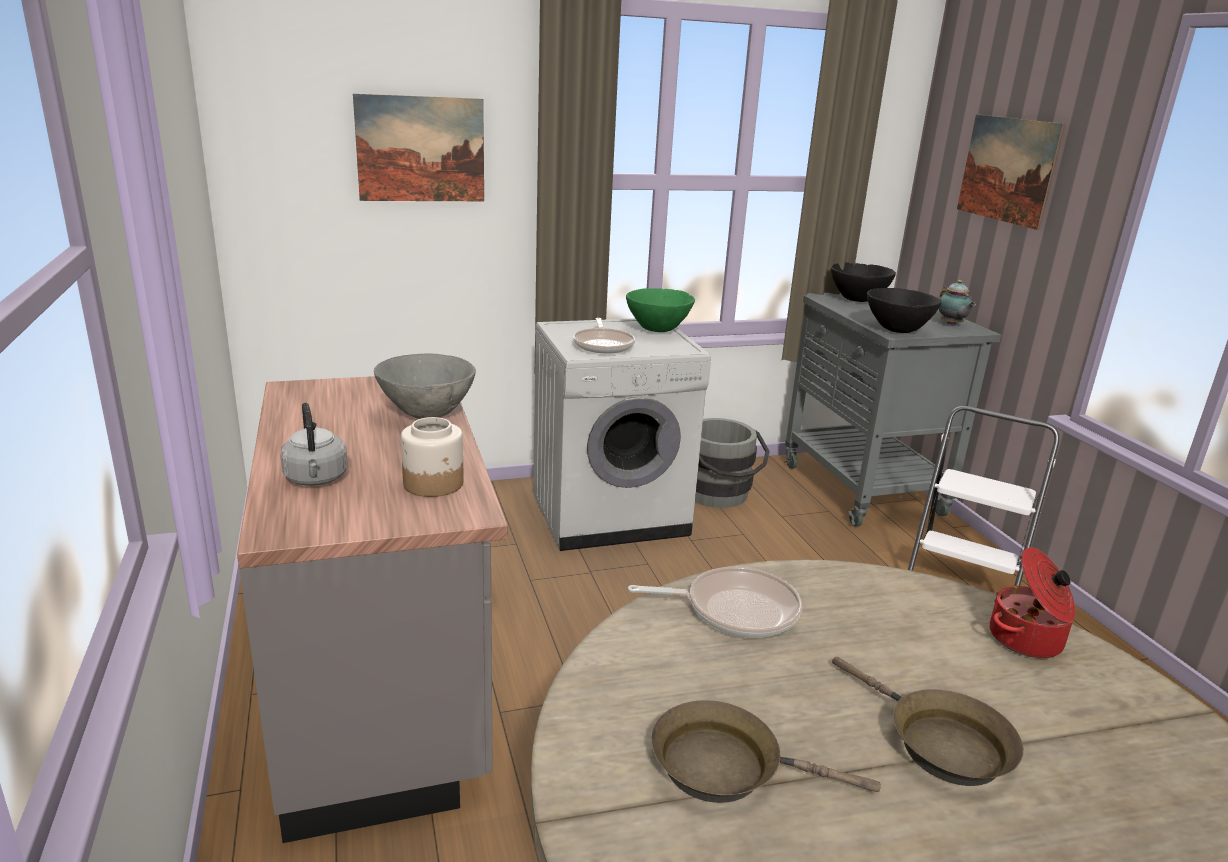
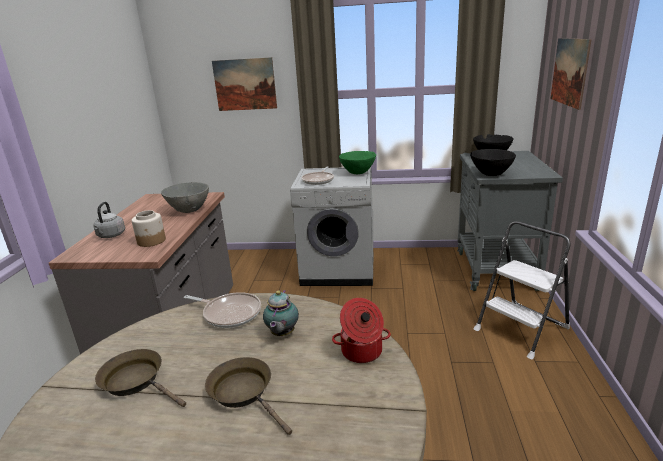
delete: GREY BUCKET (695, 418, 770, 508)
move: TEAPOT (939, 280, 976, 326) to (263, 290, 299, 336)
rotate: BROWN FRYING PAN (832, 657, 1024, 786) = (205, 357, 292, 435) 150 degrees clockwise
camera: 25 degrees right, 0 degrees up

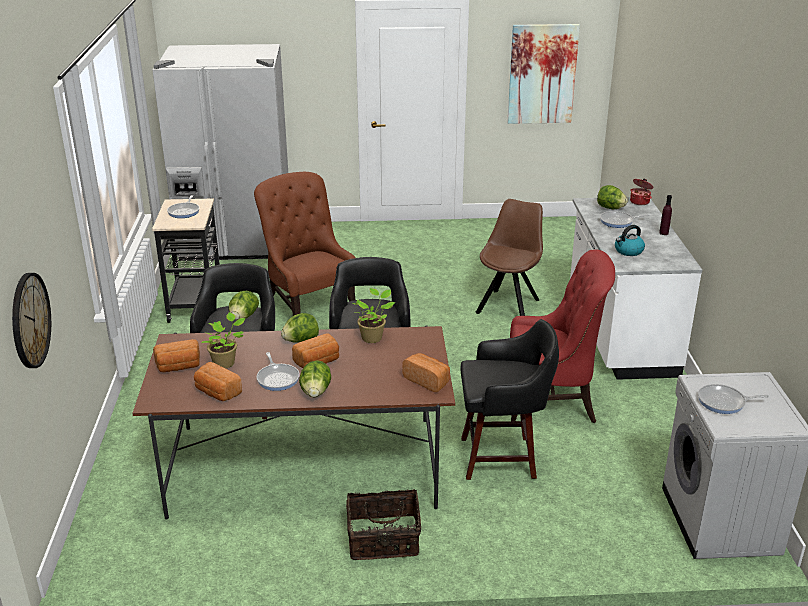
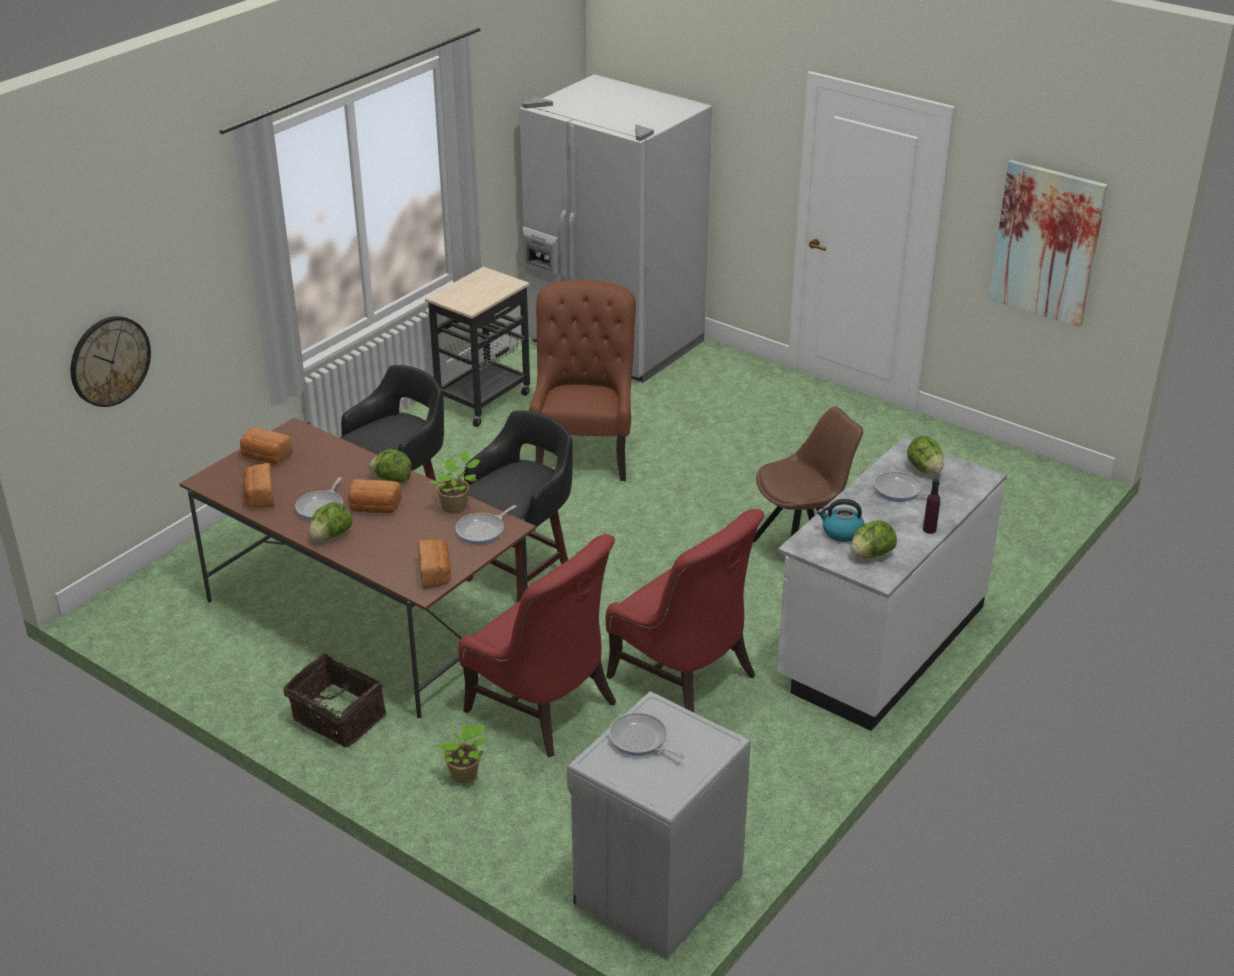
delete: COOKING POT (630, 179, 654, 205)
move: POTTED PLANT (201, 312, 246, 368) to (435, 723, 488, 784); FRYING PAN (167, 195, 199, 218) to (456, 505, 517, 545); LETTUCE (229, 291, 259, 320) to (851, 520, 897, 558)
replace: BLACK STOOL (461, 319, 559, 480) to RED CHAIR (458, 534, 616, 758)
camera: 40 degrees right, 5 degrees up

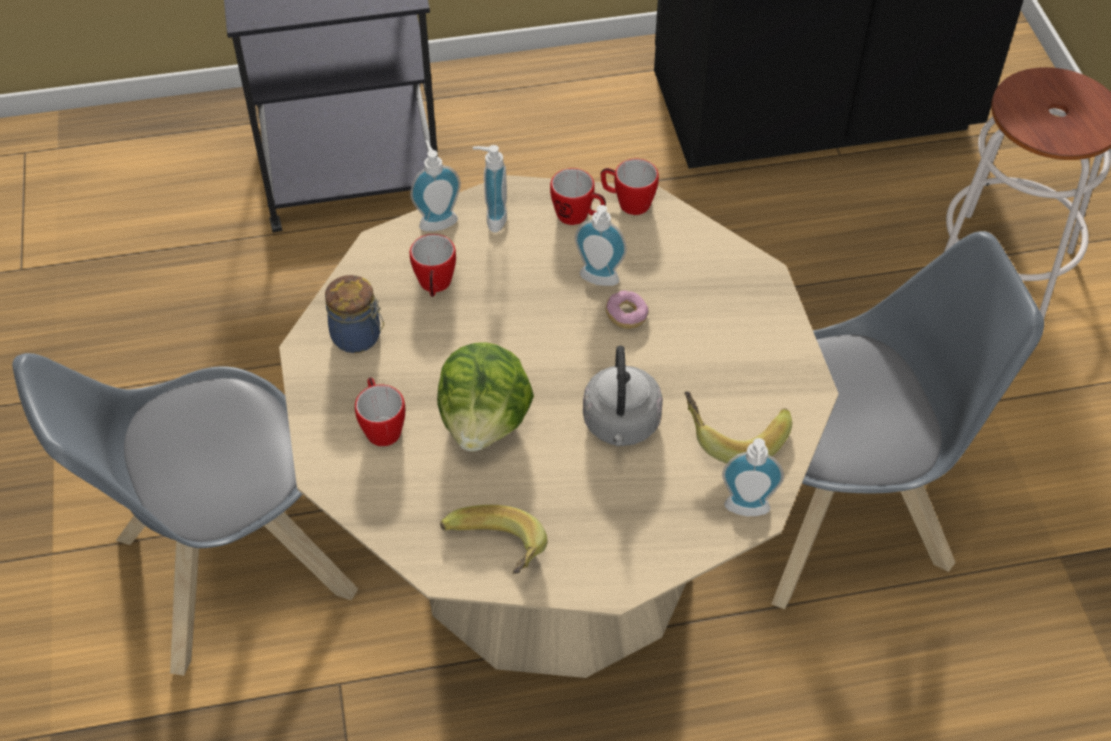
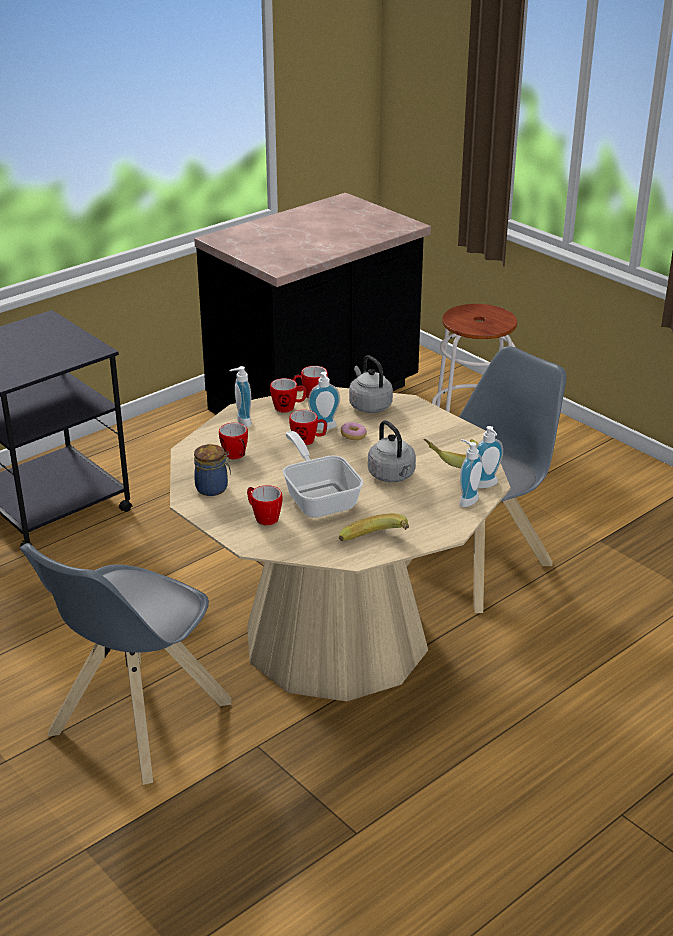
insert: MUG (289, 410, 327, 446); GREY KETTLE (349, 355, 393, 413)
move: SOAP DISPENSER (410, 140, 461, 231) to (459, 439, 482, 507)
replace: LETTUCE (437, 342, 534, 451) to FRYING PAN (282, 431, 364, 518)
camera: 30 degrees left, 20 degrees down

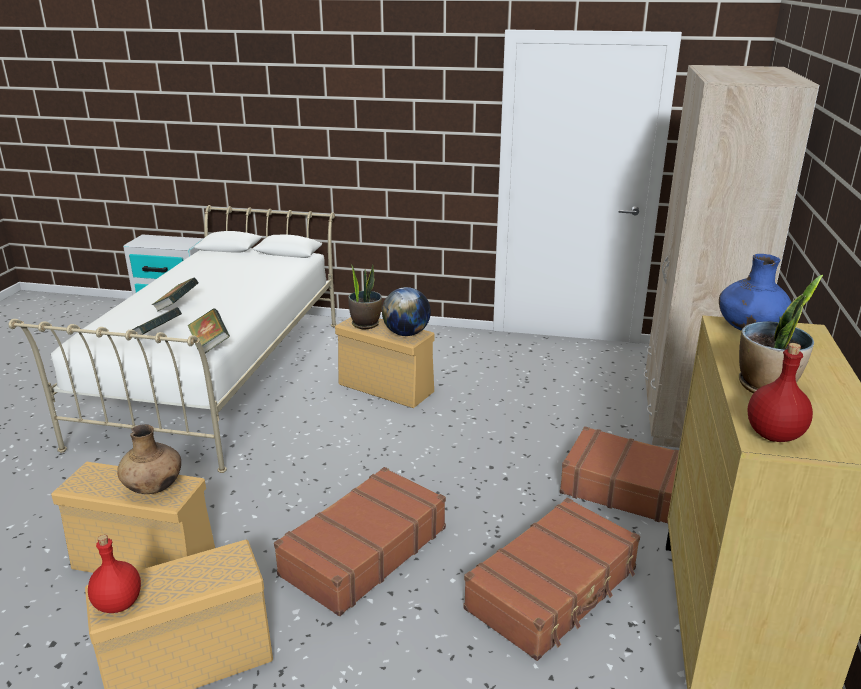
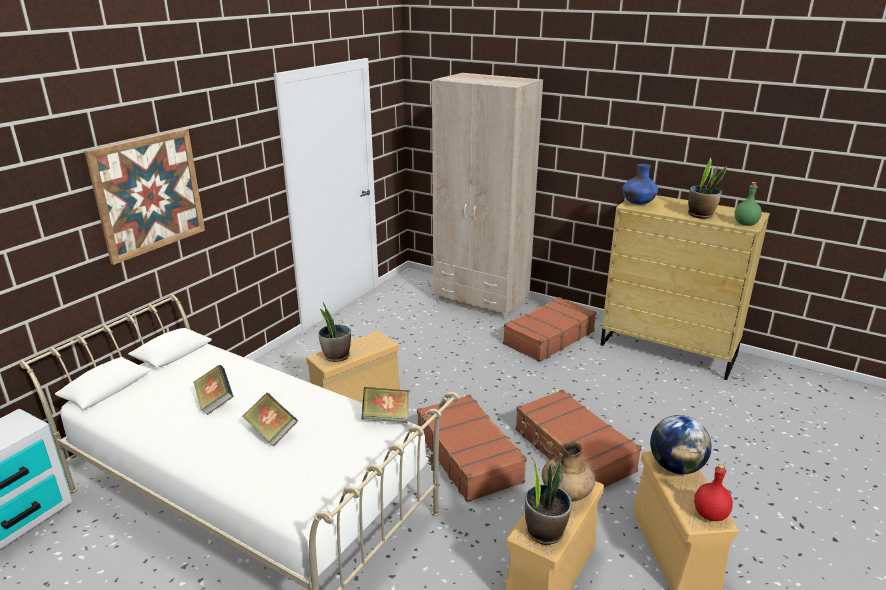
insert: PICTURE (84, 128, 205, 265); POTTED PLANT (525, 455, 572, 545)
move: BOOK (132, 307, 182, 339) to (194, 365, 233, 415); BROWN SUITCASE (463, 498, 640, 661) to (417, 394, 527, 503); GLOBE (382, 287, 431, 336) to (650, 415, 712, 474)
recolor: RED BOTTLE (747, 343, 813, 442) to GREEN BOTTLE (735, 182, 762, 226)
camera: 70 degrees left, 0 degrees up

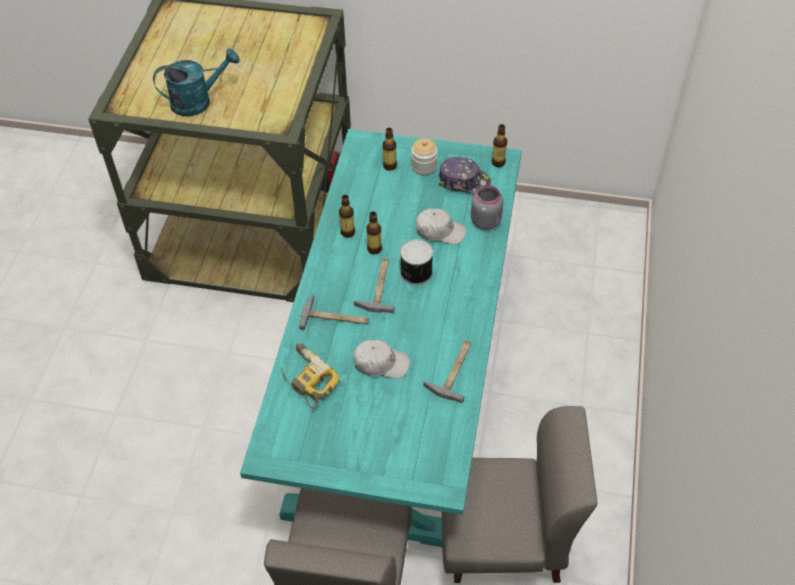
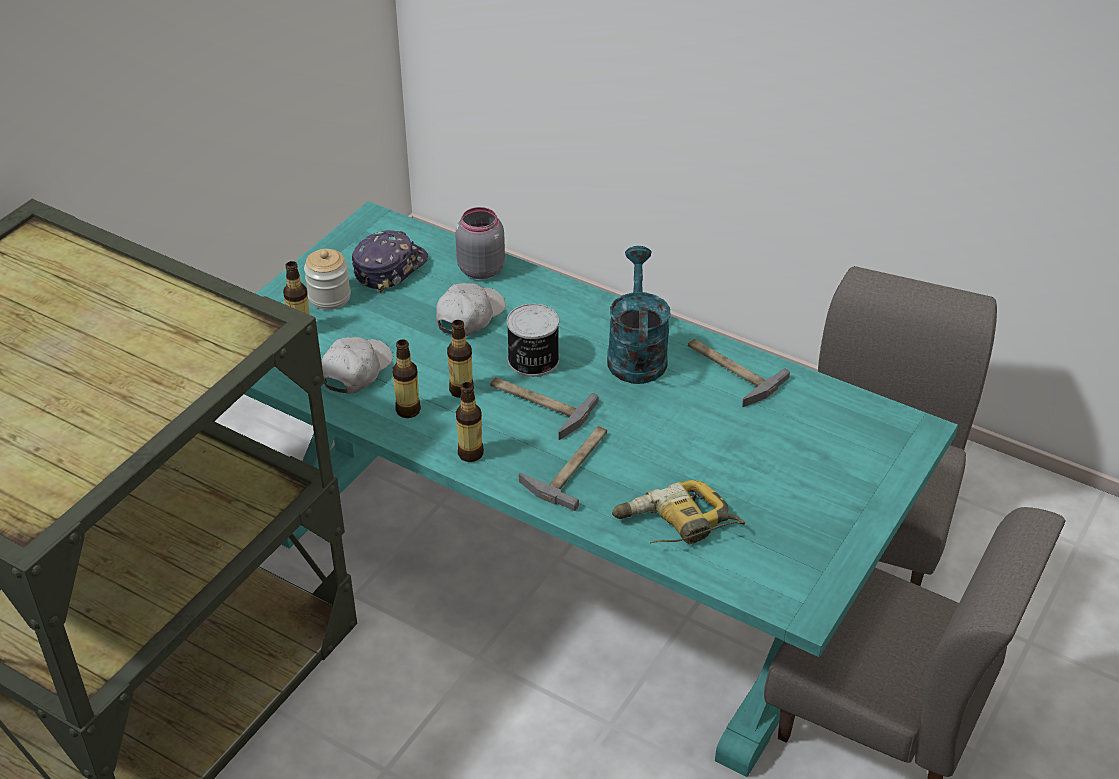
move: WHITE CAP (354, 340, 410, 379) to (321, 337, 393, 394); BOTTLE (492, 124, 507, 167) to (456, 382, 484, 462); TURQUOISE WATERING CAN (153, 48, 240, 116) to (607, 246, 671, 384)
camera: 70 degrees left, 10 degrees down

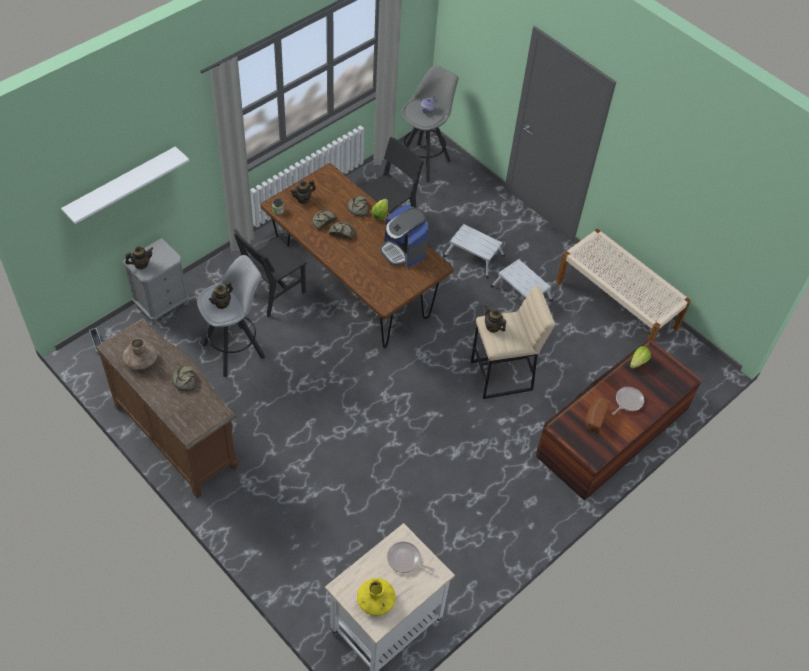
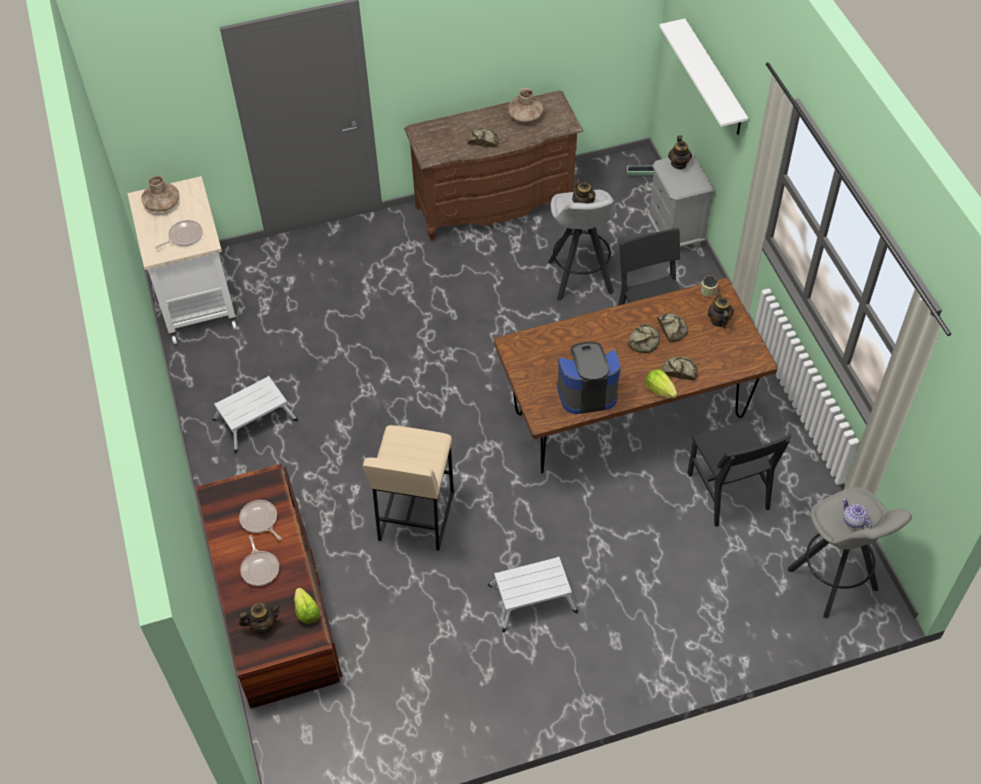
delete: BEIGE BENCH (556, 228, 691, 341)
move: WHITE STEP LADDER (443, 224, 505, 279) to (212, 376, 298, 454); TEAPOT (485, 306, 506, 333) to (239, 603, 280, 633)
replace: BREAD (586, 398, 611, 434) to FRYING PAN (239, 500, 282, 540)
recolor: YELLOW VASE (357, 578, 396, 616) to BROWN VASE (141, 175, 179, 212)
camera: 120 degrees right, 0 degrees up

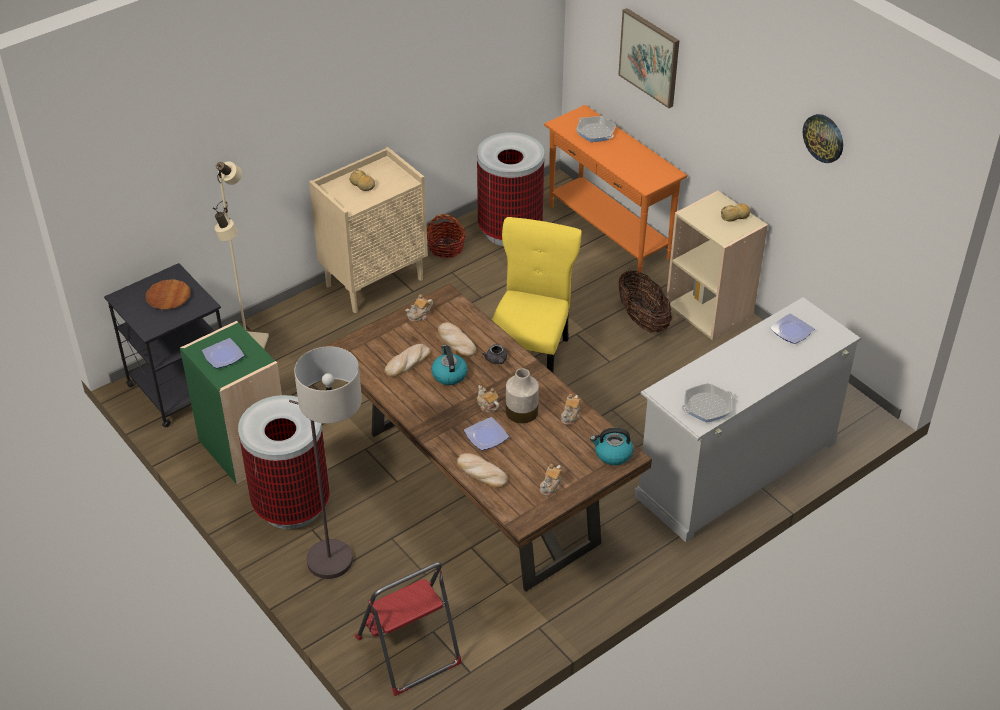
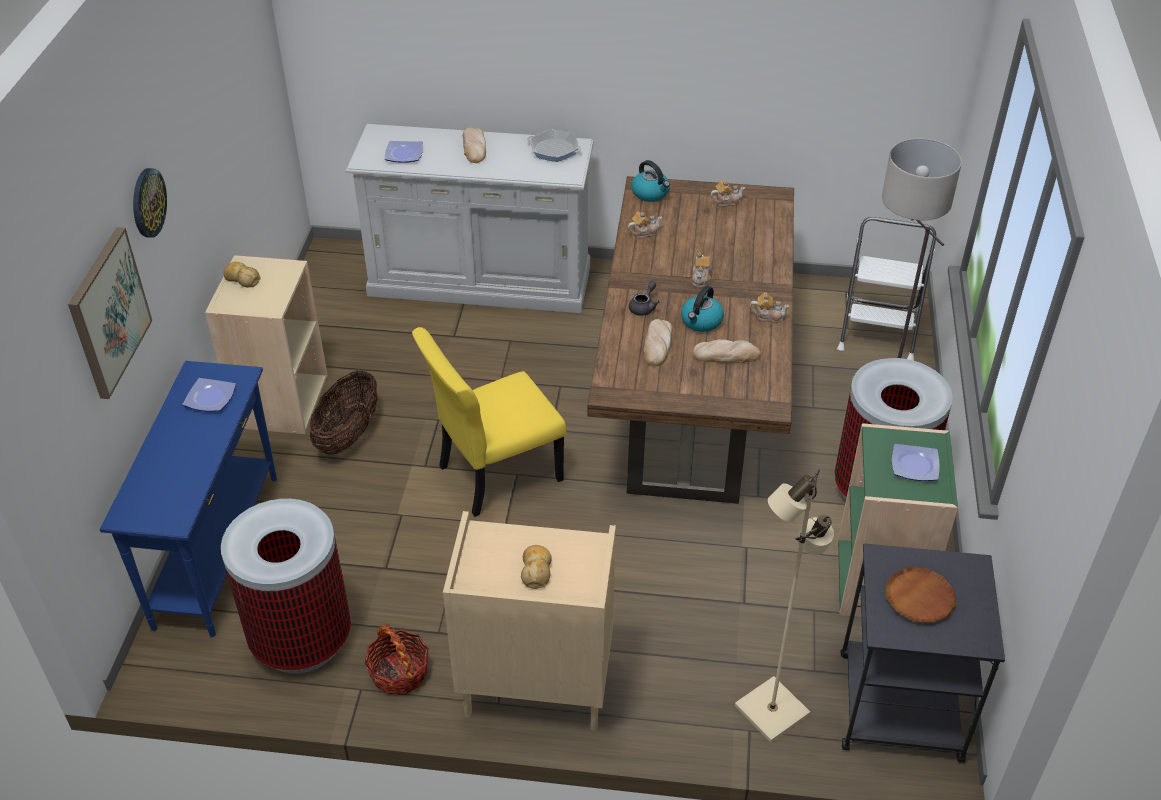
delete: BEIGE VASE (506, 368, 539, 423); FRYING PAN (576, 116, 616, 142)
move: WALL CLOCK (803, 114, 843, 163) to (133, 168, 167, 238); PLATE (464, 417, 509, 450) to (183, 378, 236, 412); BREAD (457, 453, 508, 488) to (463, 127, 486, 163); TEAPOT (405, 294, 433, 322) to (750, 292, 790, 323)
recolor: ORANGE CONSOLE TABLE (544, 105, 687, 275) to BLUE CONSOLE TABLE (99, 361, 277, 637); RED STEP LADDER (355, 562, 462, 696) to WHITE STEP LADDER (837, 217, 936, 361)
camera: 135 degrees left, 0 degrees up

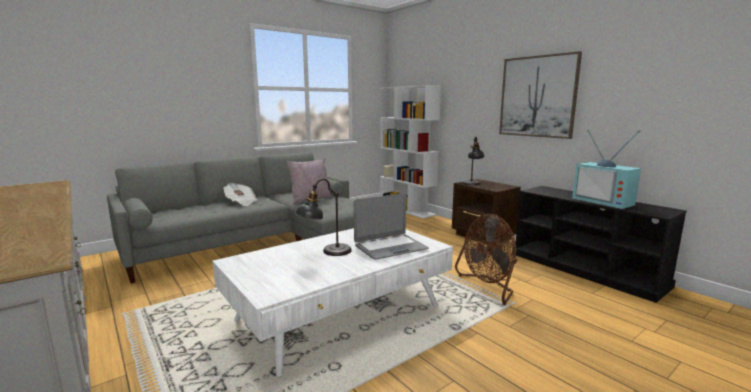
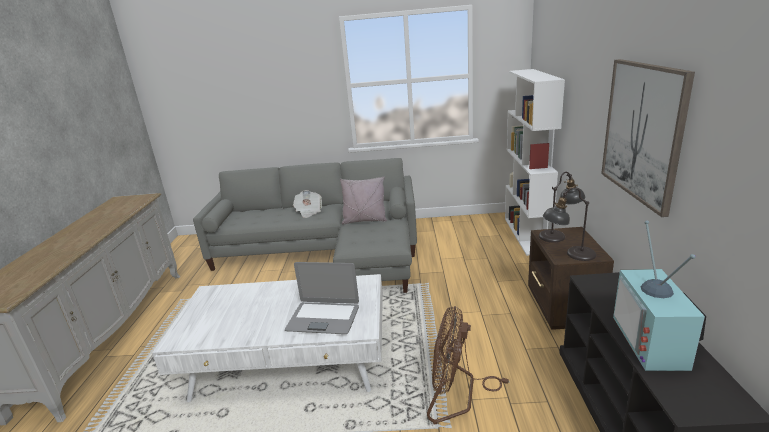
move: GREY TABLE LAMP (295, 179, 352, 256) to (543, 187, 596, 261)
camera: 40 degrees right, 10 degrees up

